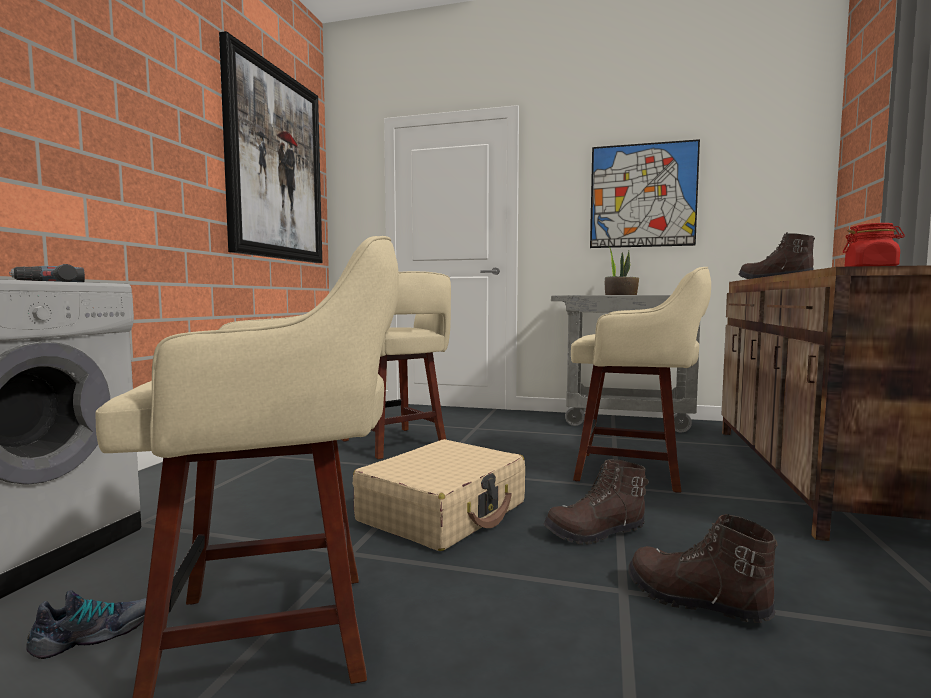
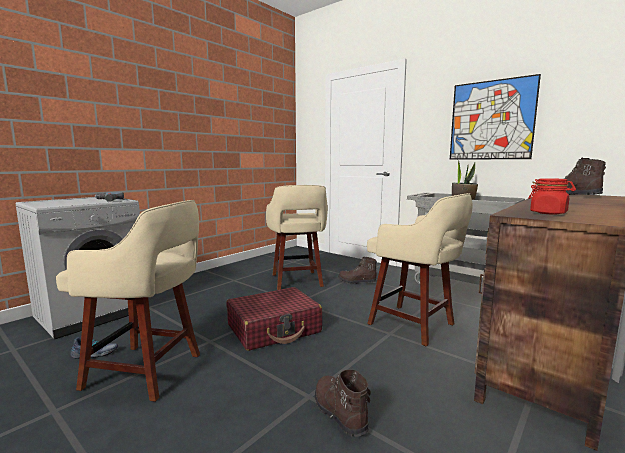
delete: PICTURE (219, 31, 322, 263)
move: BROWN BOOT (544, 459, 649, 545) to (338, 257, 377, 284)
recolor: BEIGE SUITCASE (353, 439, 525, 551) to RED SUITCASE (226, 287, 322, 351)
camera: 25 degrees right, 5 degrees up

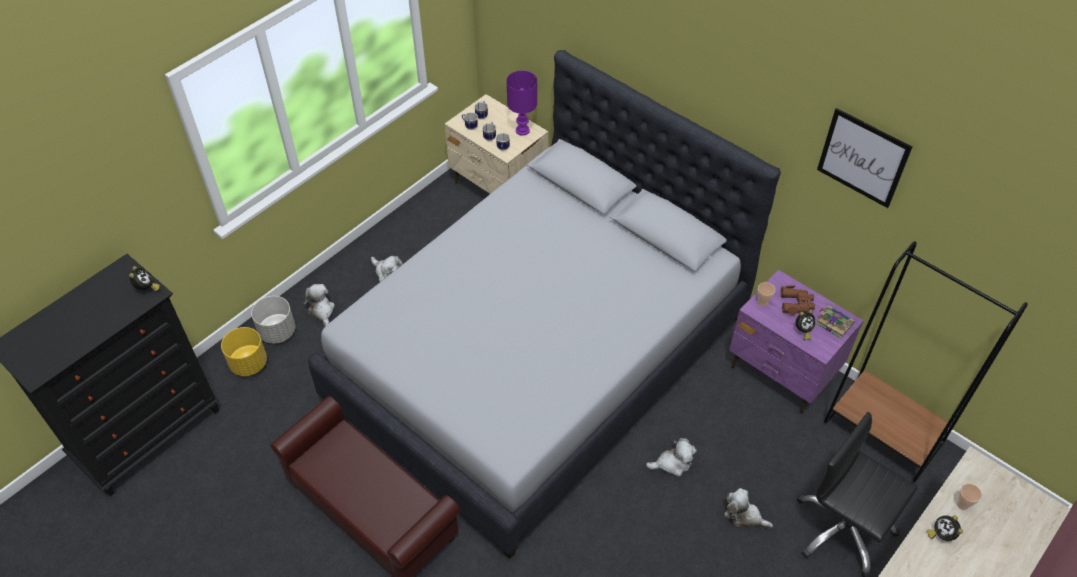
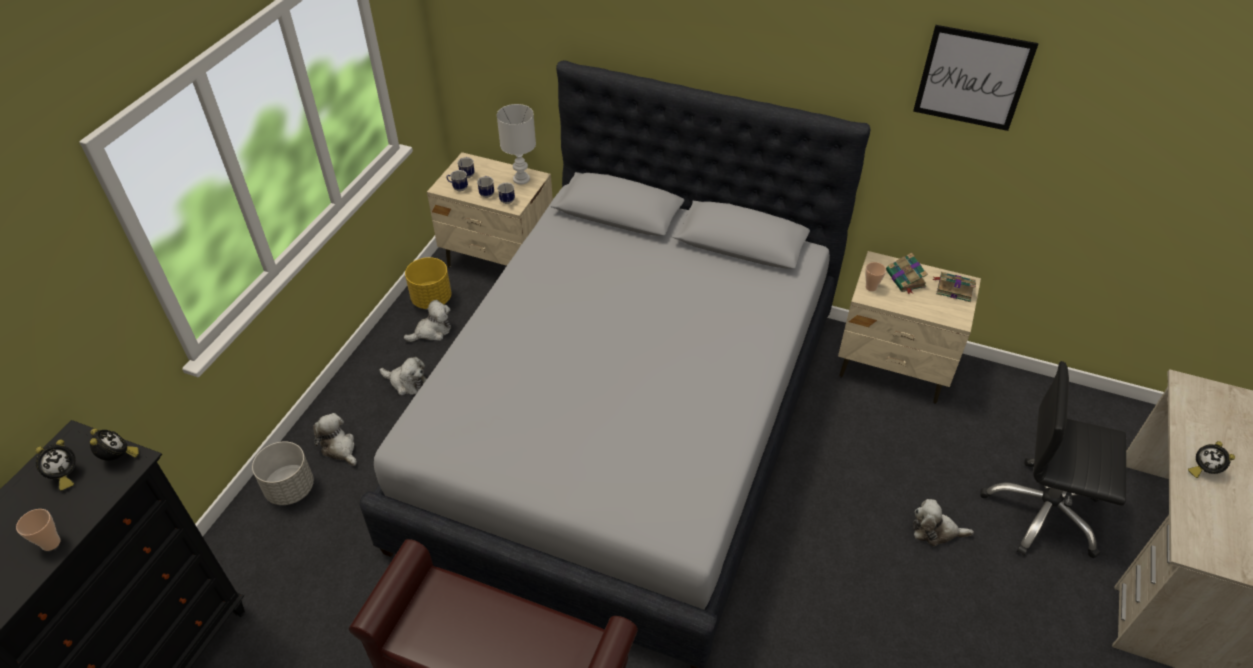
delete: CLOTHES RACK (824, 241, 1028, 482)
move: CUP (957, 484, 982, 510) to (16, 509, 61, 551); ALARM CLOCK (796, 310, 815, 340) to (35, 440, 76, 490); PLUSH TOY (646, 438, 697, 476) to (404, 300, 451, 342); YELLOW PLANTER (221, 327, 267, 376) to (405, 257, 452, 309)
replace: BROWN BINOCULARS (781, 285, 815, 315) to BOOK (886, 253, 928, 294)
recolor: PURPLE TABLE LAMP (506, 70, 537, 136) to WHITE TABLE LAMP (497, 104, 536, 184); PURPLE NIGHTSTAND (729, 270, 863, 414) to BEIGE NIGHTSTAND (838, 251, 981, 404)
camera: 20 degrees left, 5 degrees down

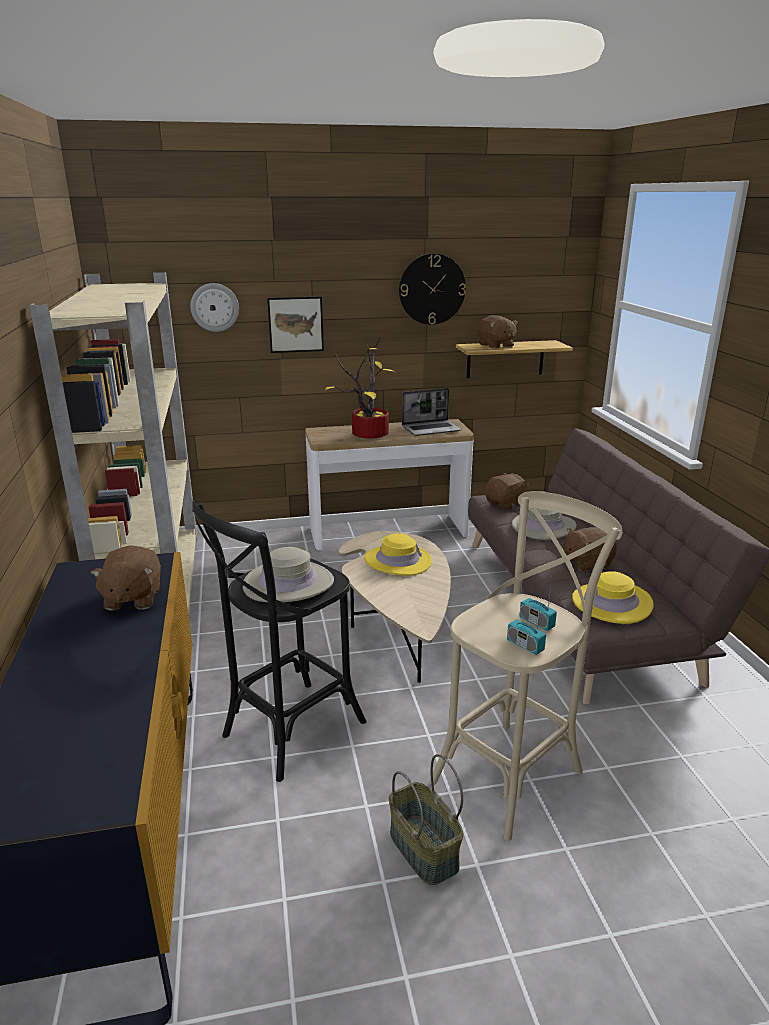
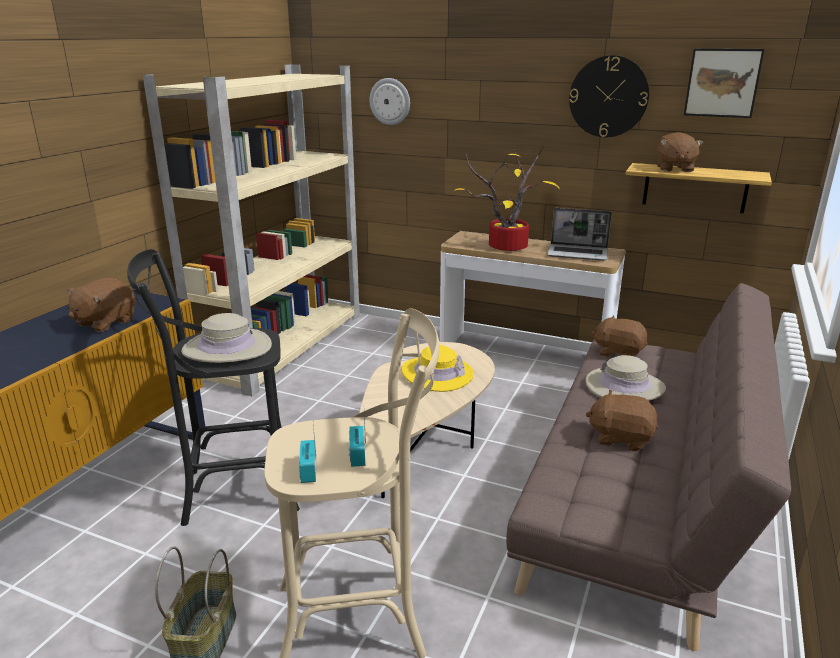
delete: YELLOW HAT (572, 571, 653, 624)
move: PICTURE (267, 296, 324, 353) to (684, 48, 765, 118)
rotate: BROWN PLUSH TOY (485, 473, 529, 510) = (592, 316, 647, 357) 150 degrees counterclockwise
camera: 35 degrees right, 0 degrees up

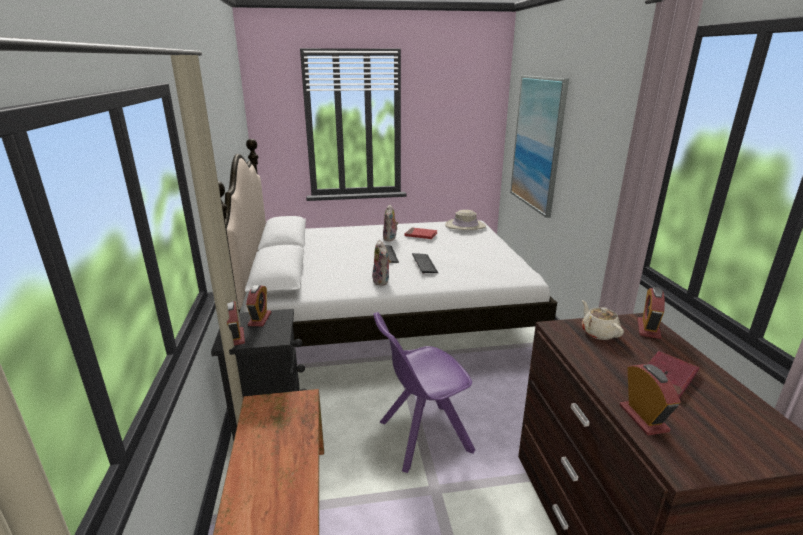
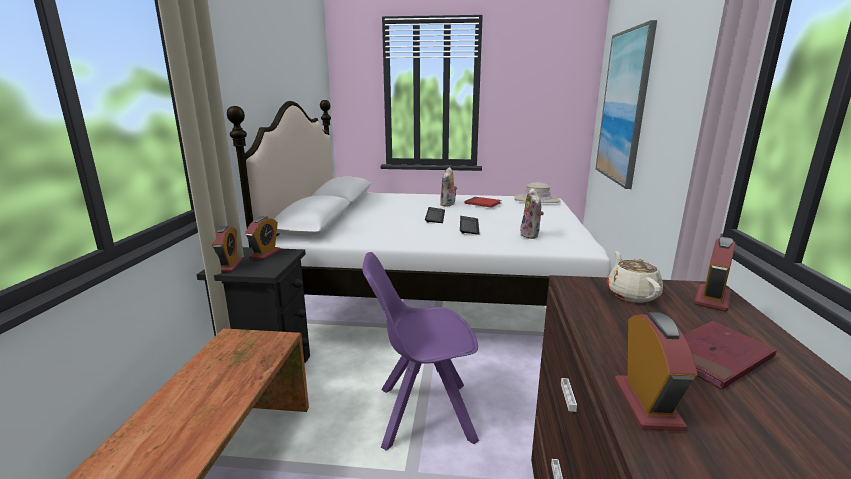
move: PLUSH TOY (372, 240, 391, 286) to (520, 188, 544, 239)
camera: 15 degrees right, 5 degrees down

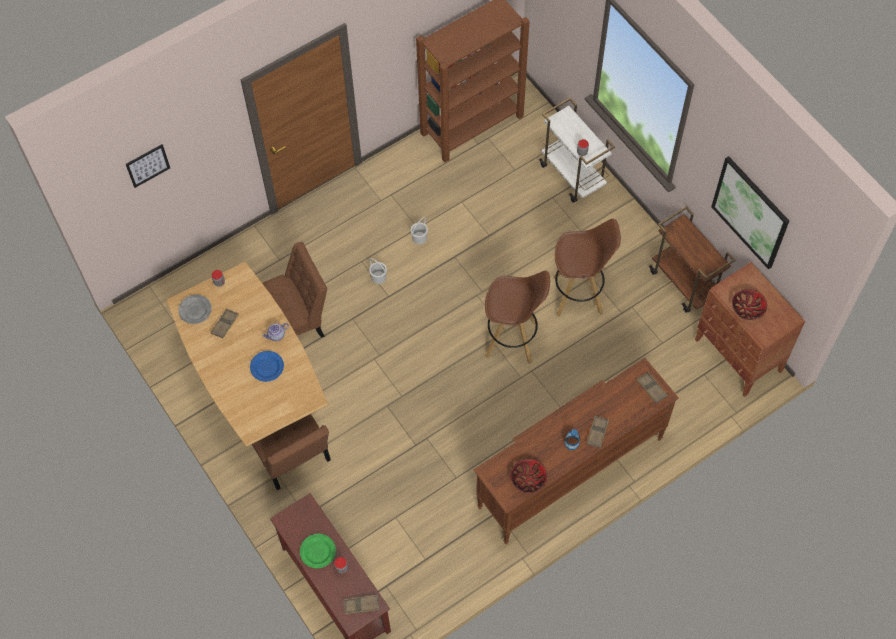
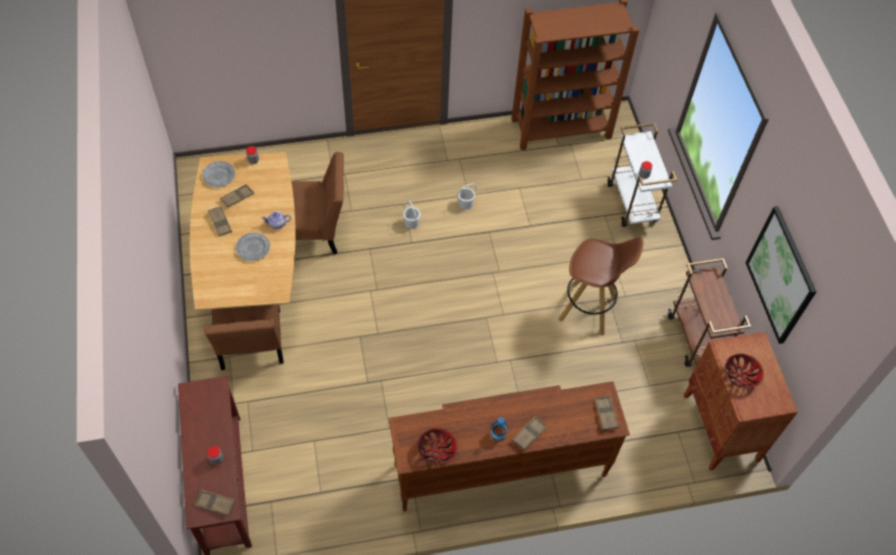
delete: PICTURE (126, 144, 170, 188); GREEN PLATE (300, 534, 336, 568); BROWN STOOL (485, 270, 550, 364)
insert: BROWN TRAY (208, 206, 232, 236)
recolor: BLUE PLATE (250, 351, 284, 382) to GREY PLATE (236, 233, 270, 261)
camera: 20 degrees right, 5 degrees down

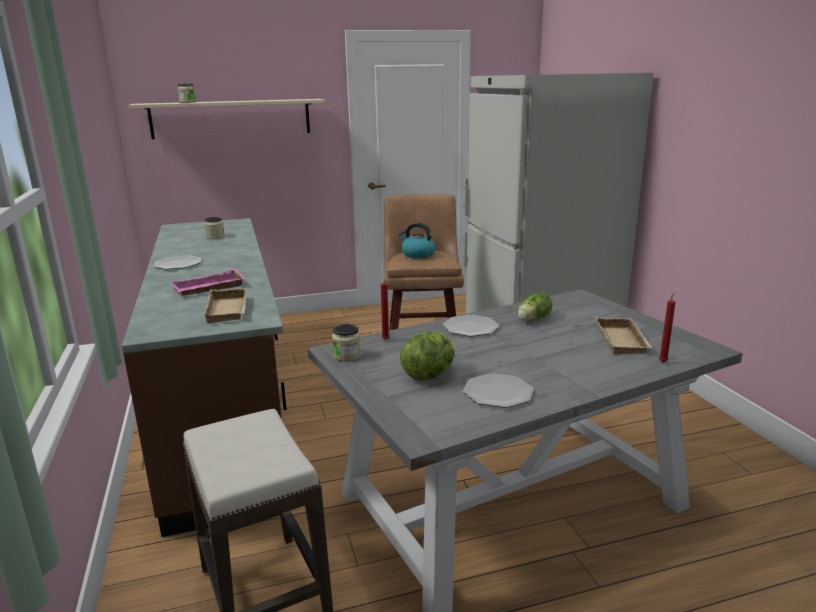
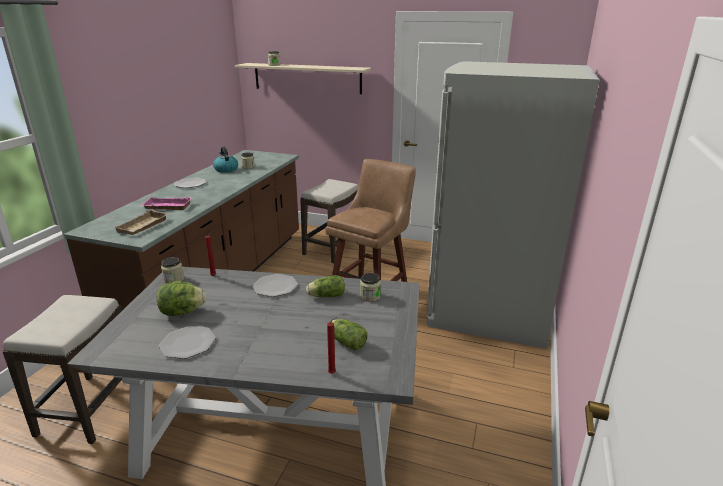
insert: STOOL (300, 179, 358, 263); JAR (360, 273, 381, 302)
move: KETTLE (399, 223, 436, 258) to (213, 147, 238, 173)
replace: BEIGE TRAY (596, 317, 653, 355) to LETTUCE (332, 319, 368, 350)
camera: 35 degrees right, 5 degrees up

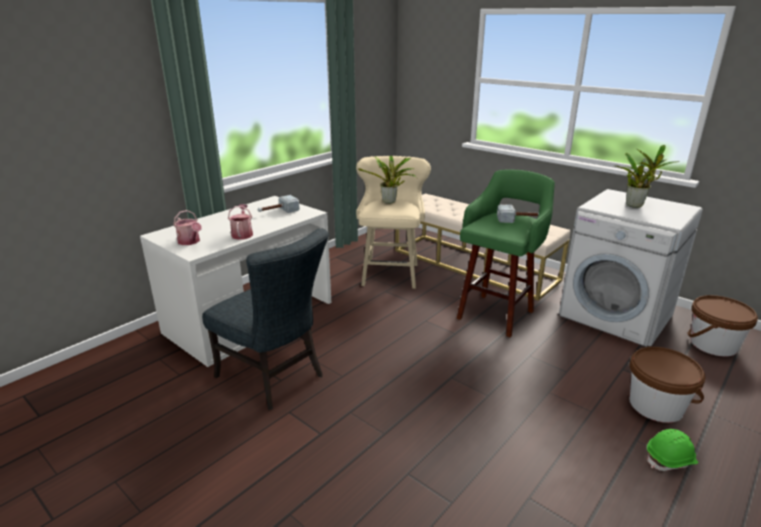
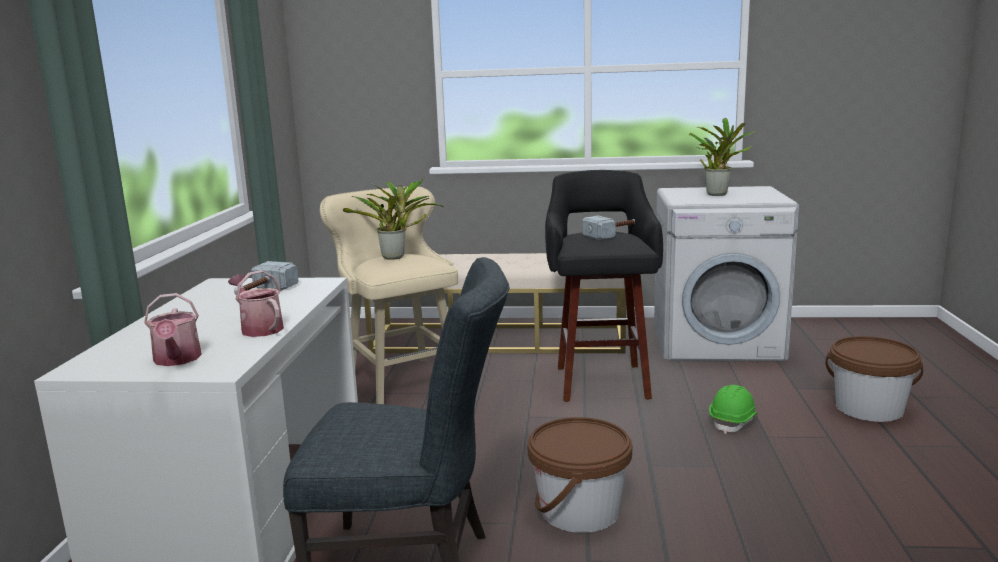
move: BROWN BUCKET (687, 295, 758, 356) to (528, 417, 632, 533); GREEN HARD HAT (647, 429, 698, 471) to (709, 385, 758, 434)
recolor: GREEN STOOL (457, 169, 555, 337) to BLACK STOOL (545, 170, 663, 402)
rotate: WATERING CAN (173, 210, 202, 245) = (144, 293, 202, 366) 60 degrees clockwise
camera: 35 degrees left, 10 degrees down

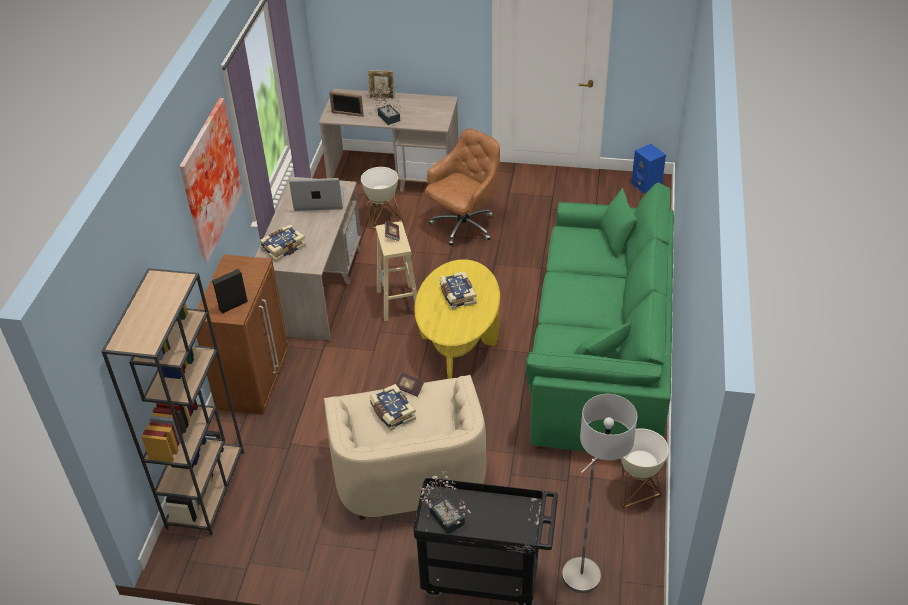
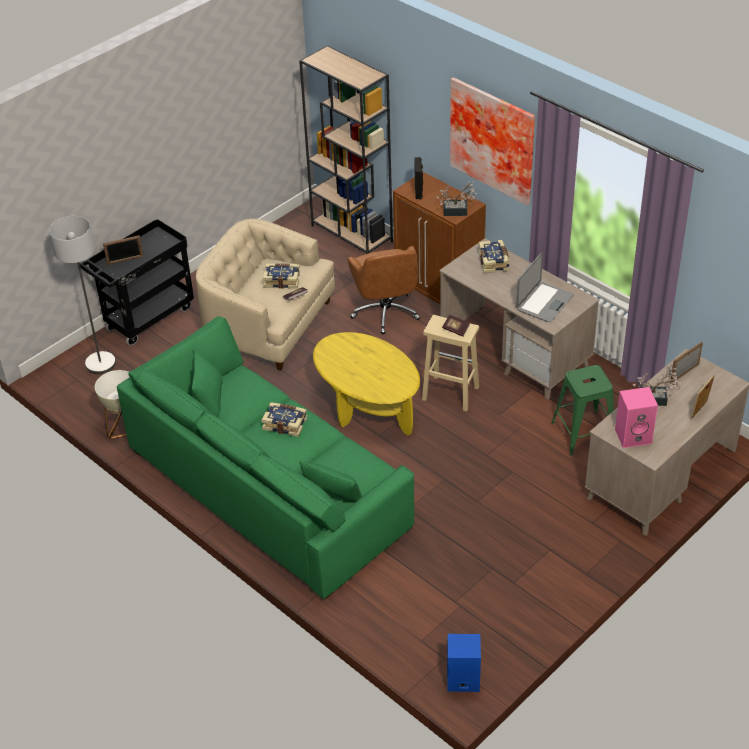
insert: PICTURE FRAME (103, 235, 143, 265); PINK SPEAKER (615, 387, 658, 448)
move: BOOK (440, 271, 477, 309) to (261, 402, 307, 437); BROWN OFFICE CHAIR (425, 128, 500, 245) to (347, 246, 420, 334); POTTED PLANT (419, 471, 471, 534) to (437, 181, 478, 216)
replace: PLANTER (361, 167, 404, 229) to GREEN STOOL (552, 365, 614, 456)
camera: 125 degrees right, 0 degrees up

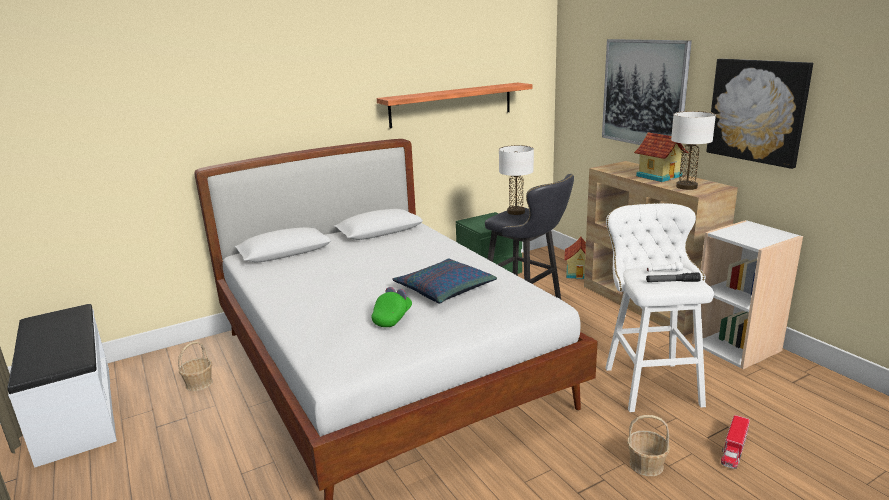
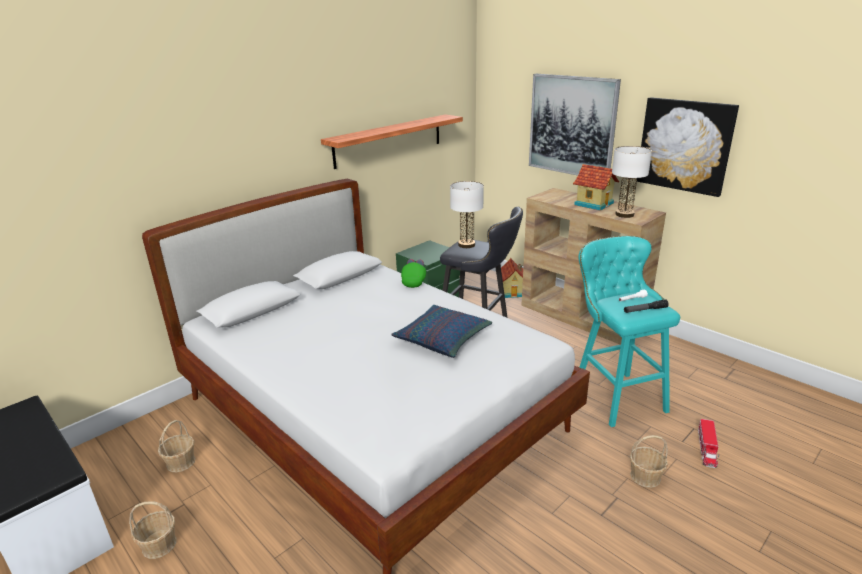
delete: BOOKCASE (692, 220, 803, 369)
insert: BASKET (129, 501, 177, 559)
move: GREEN CAP (371, 287, 412, 327) to (401, 259, 426, 288)
recolor: WHITE STOOL (605, 203, 714, 412) to TURQUOISE STOOL (579, 236, 680, 427)
camera: 15 degrees left, 5 degrees up

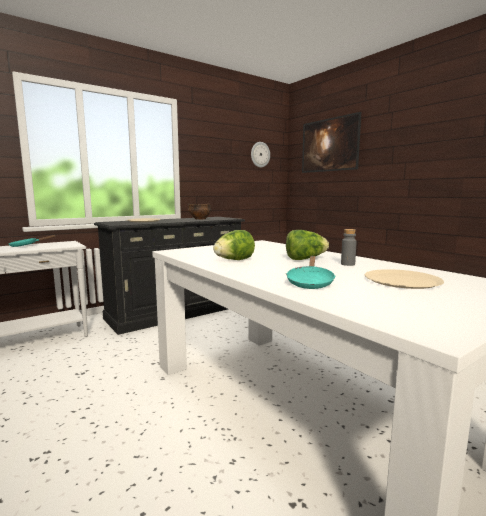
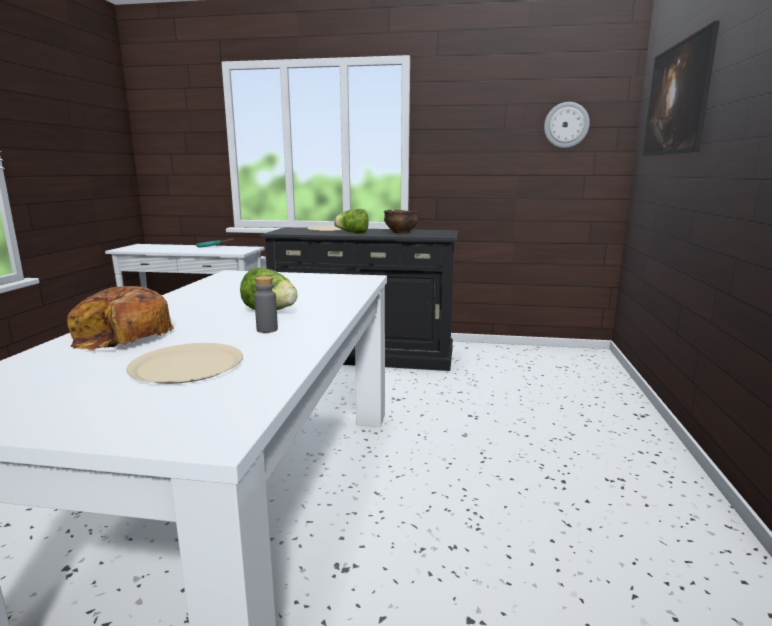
move: LETTUCE (213, 230, 255, 260) to (334, 209, 369, 233)
replace: TURQUOISE FRYING PAN (286, 256, 336, 289) to BREAD (67, 286, 174, 351)
camera: 45 degrees right, 5 degrees up

